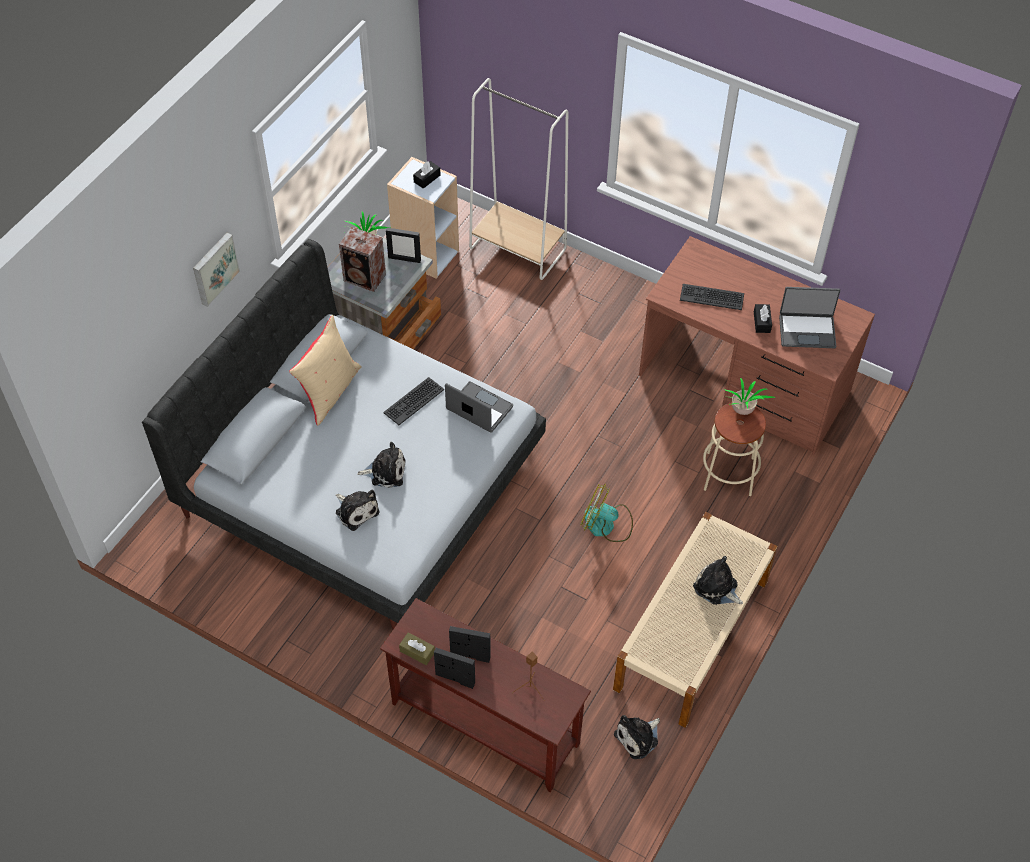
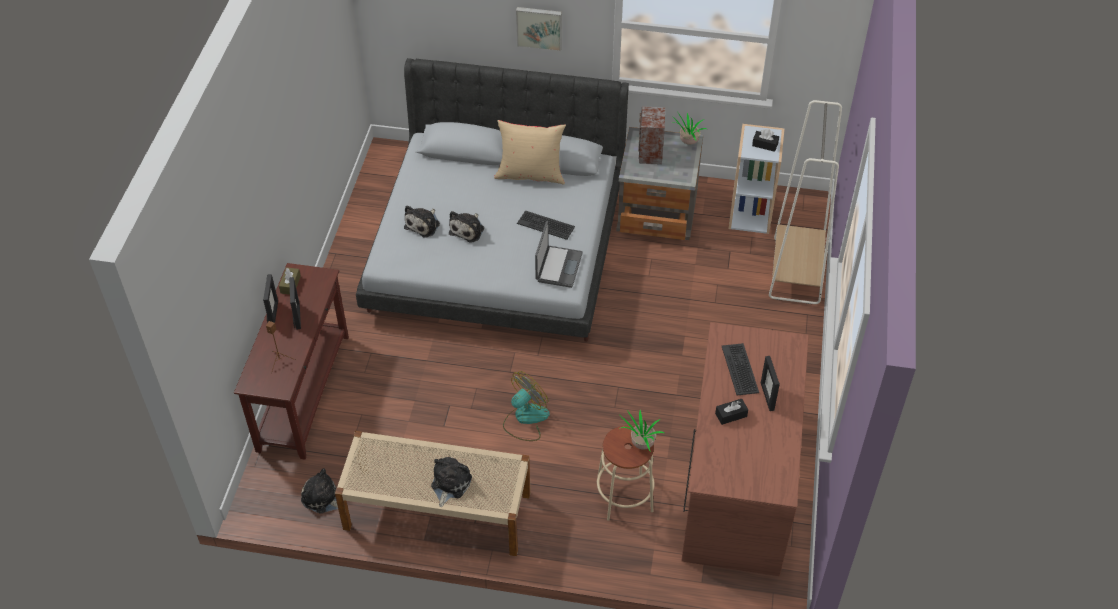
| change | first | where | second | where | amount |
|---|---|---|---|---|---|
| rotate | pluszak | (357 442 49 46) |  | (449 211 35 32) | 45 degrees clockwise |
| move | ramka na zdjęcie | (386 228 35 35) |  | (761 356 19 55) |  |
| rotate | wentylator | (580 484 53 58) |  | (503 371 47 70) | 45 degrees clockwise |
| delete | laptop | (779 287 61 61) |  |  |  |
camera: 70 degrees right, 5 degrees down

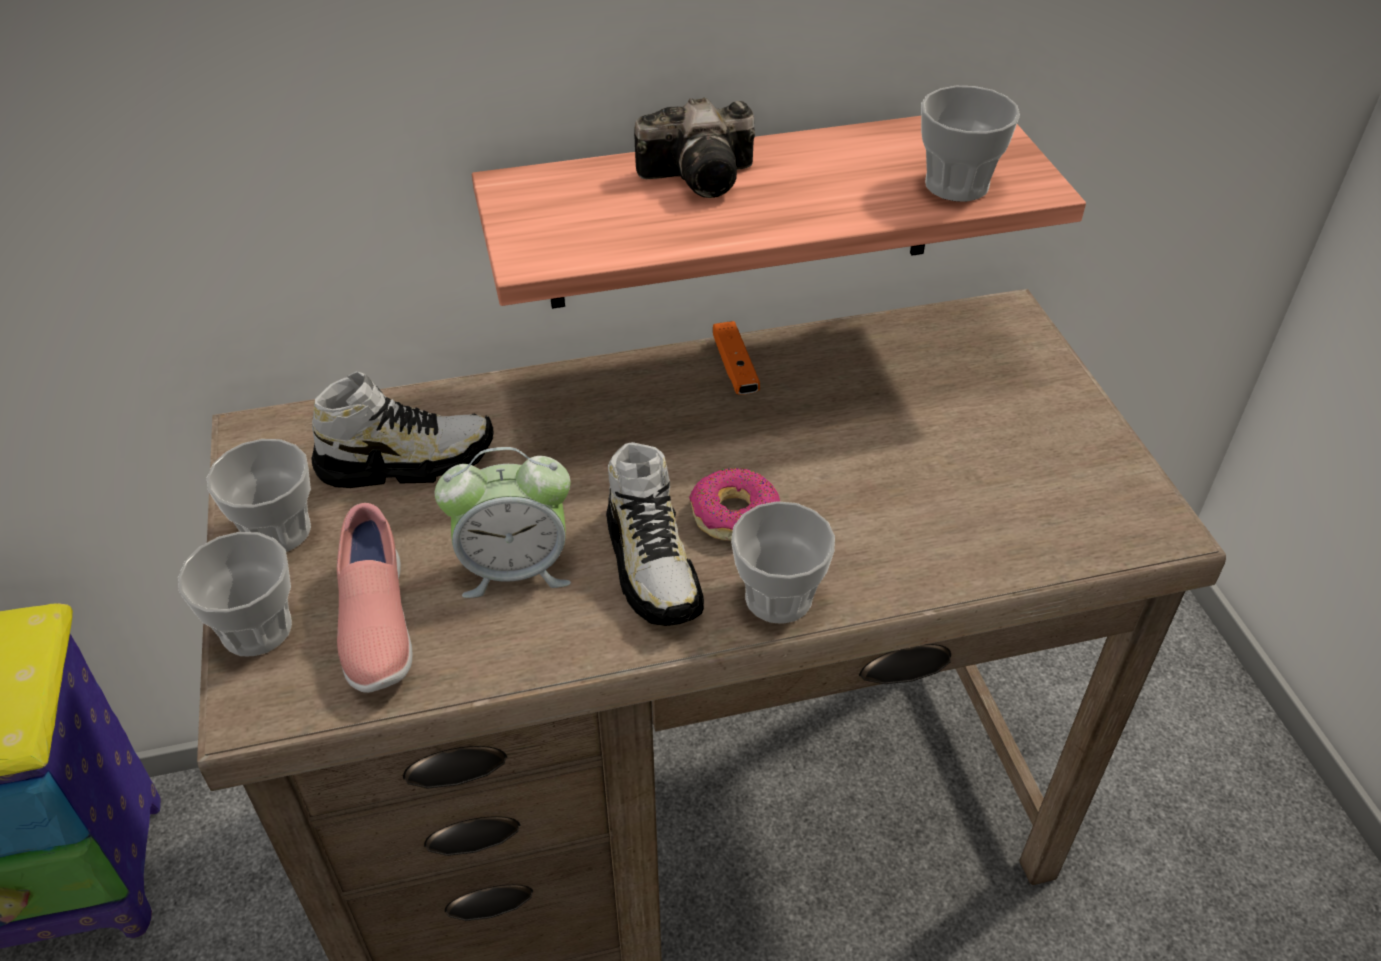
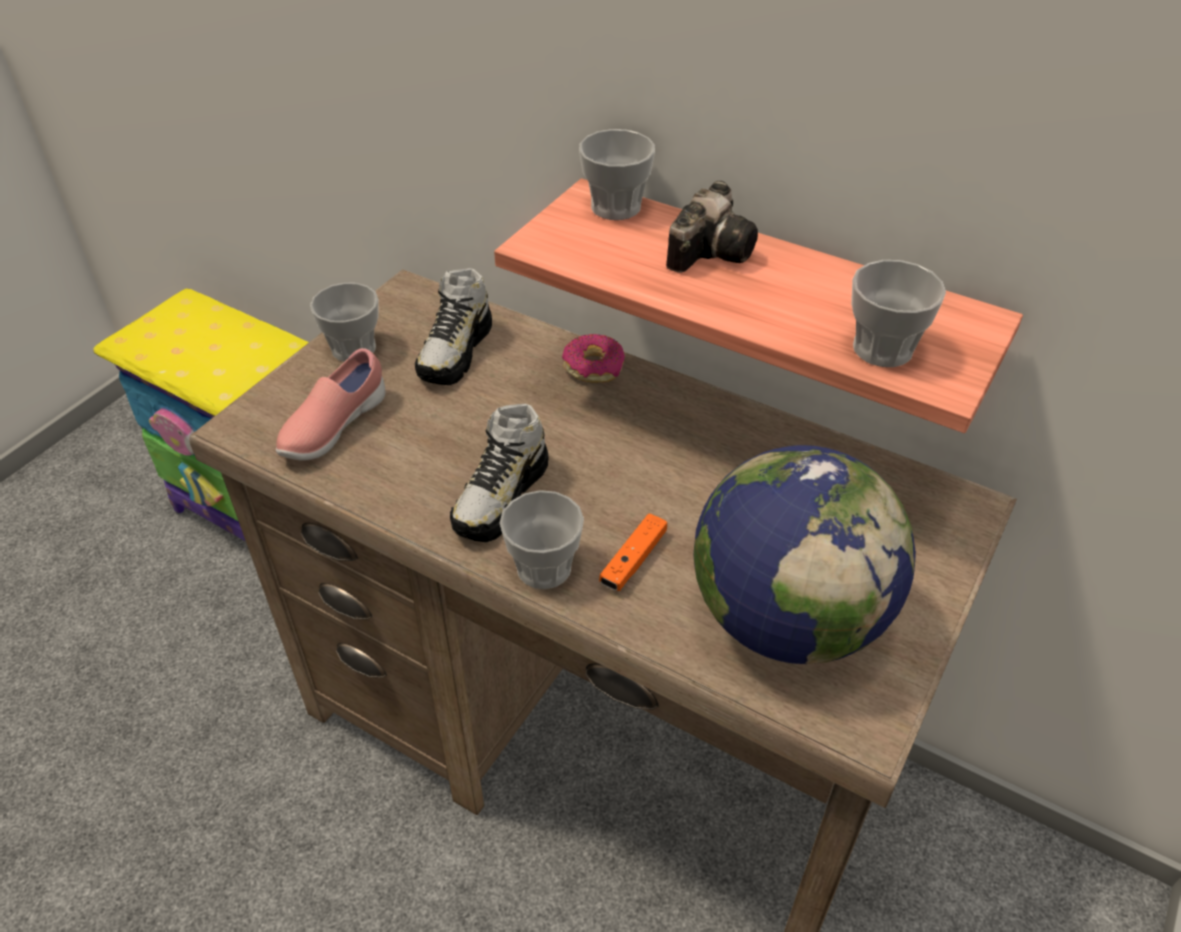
| change | first | where | second | where | amount |
|---|---|---|---|---|---|
| move | filiżanka | (178 532 114 124) |  | (579 129 76 91) |  |
| rotate | but | (311 371 183 117) |  | (415 268 77 117) | 75 degrees clockwise |
| delete | budzik | (435 447 136 151) |  |  |  |
| rotate | aparat fotograficzny | (634 98 121 100) |  | (666 181 92 92) | 90 degrees counterclockwise |
| move | donut | (689 468 91 73) |  | (562 334 63 48) |  |
| move | pad do gier [pomarańczowy] | (713 321 47 74) |  | (599 513 68 78) |  |
| insert |  |  | globus | (693 445 223 219) |  |
camera: 45 degrees right, 0 degrees up

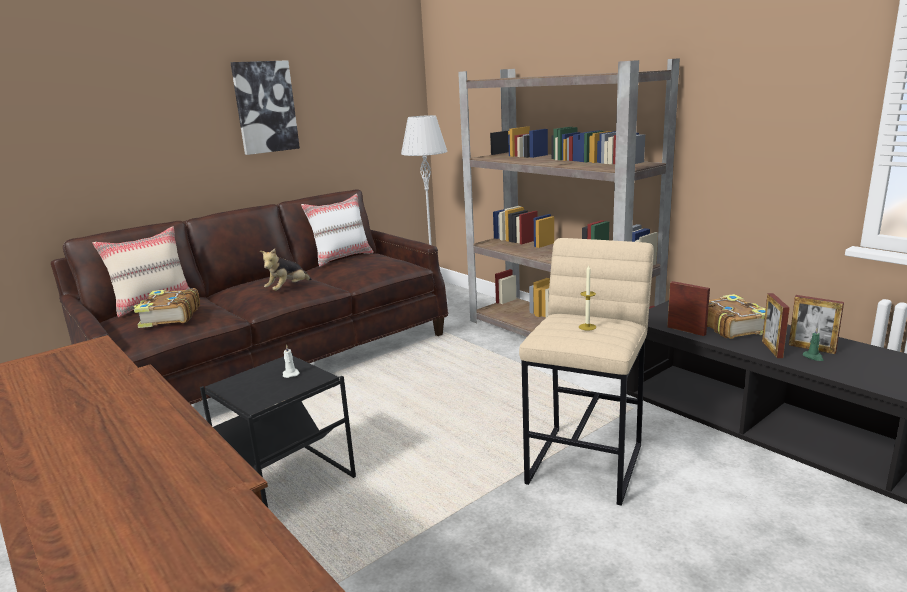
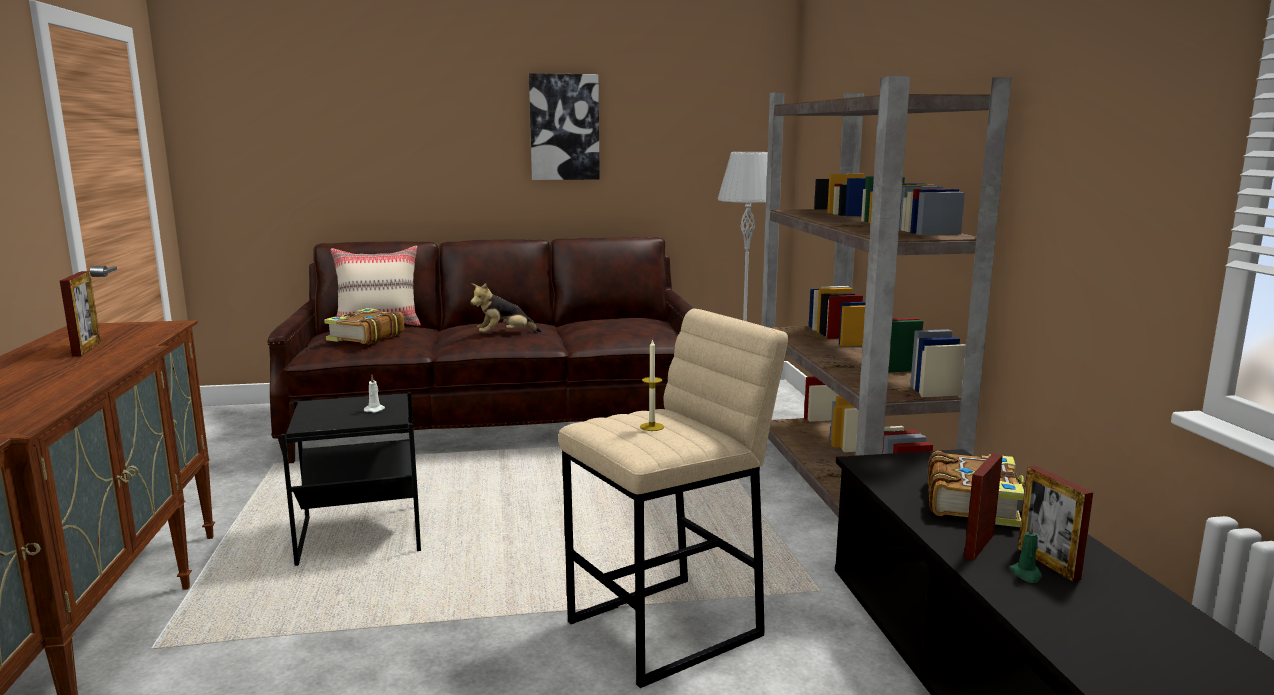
| change | first | where | second | where | amount |
|---|---|---|---|---|---|
| delete | poduszka [biały] | (301 194 73 73) |  |  |  |
| move | ramka na zdjęcie | (667 281 43 55) |  | (60 271 41 86) |  |
camera: 30 degrees right, 5 degrees down

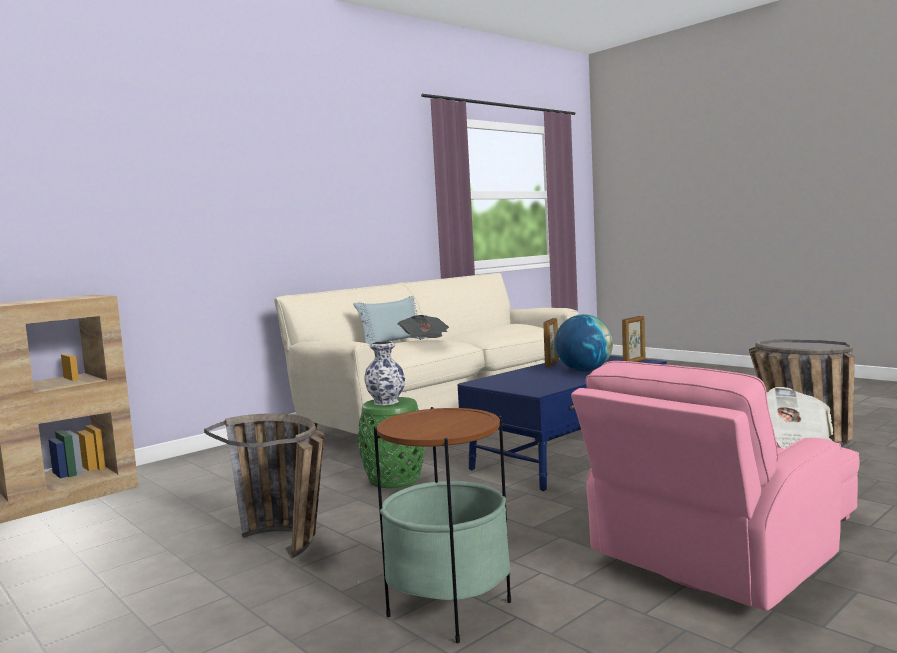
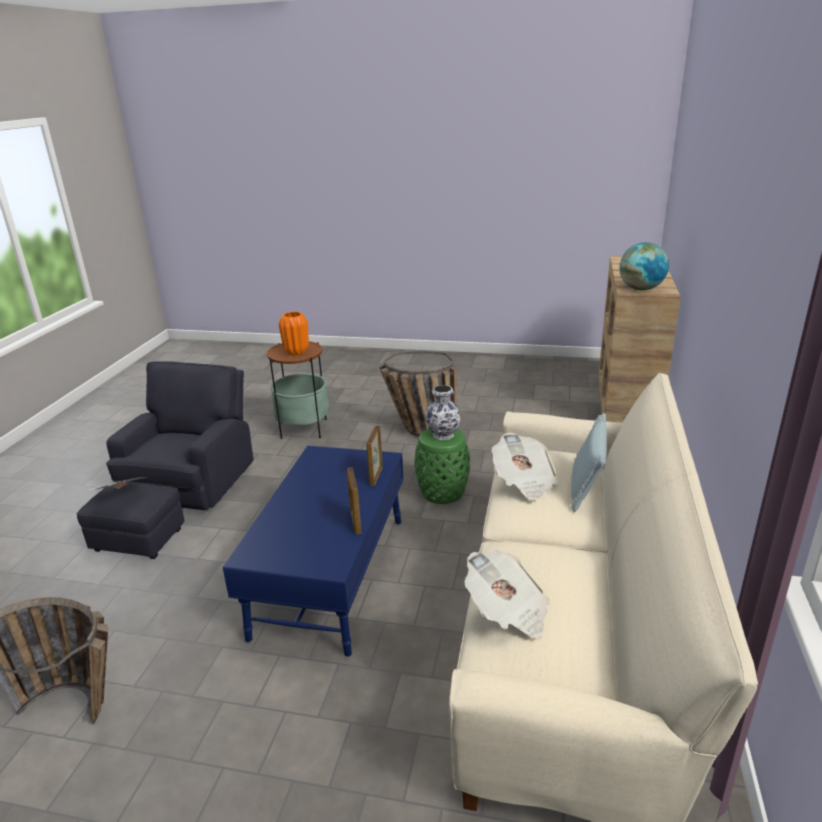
| change | first | where | second | where | amount |
|---|---|---|---|---|---|
| move | globus | (555 314 58 58) |  | (619 242 50 48) |  |
| recolor | fotel [różowy] | (571 361 289 250) | fotel [czarny] | (76 361 177 198) |  |
| move | ramka na zdjęcie | (622 316 23 46) |  | (366 426 17 60) |  |
| insert |  |  | wazon [pomarańczowy] | (279 311 30 45) |  |
| insert |  |  | gazeta | (464 550 86 89) |  |
camera: 145 degrees right, 20 degrees up

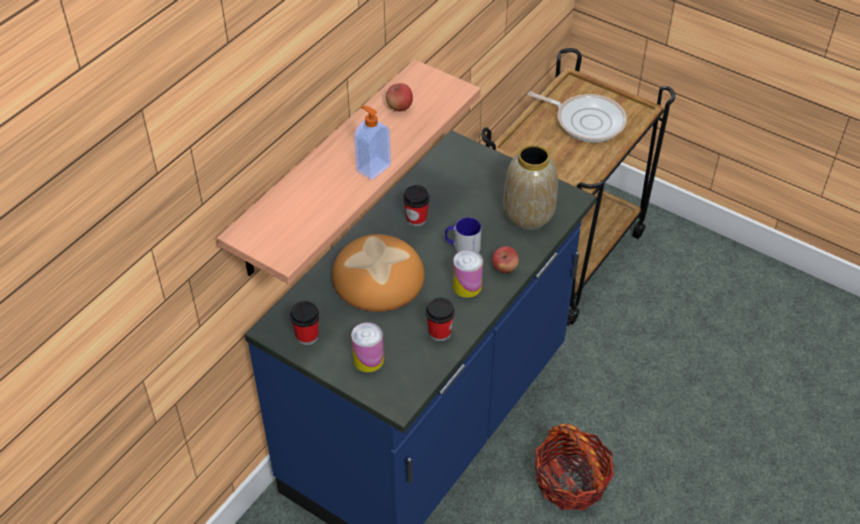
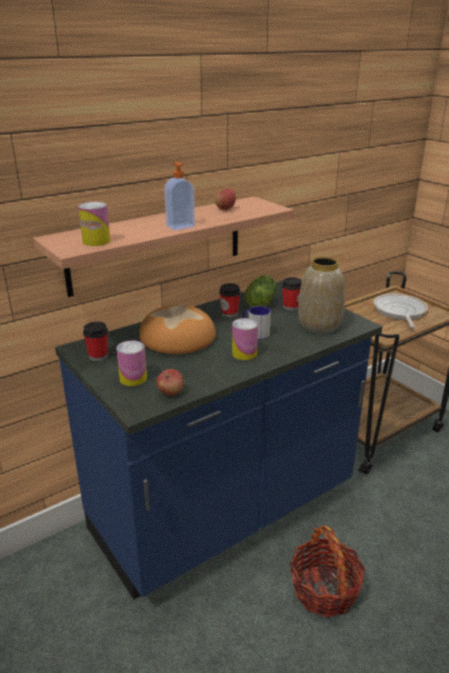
| change | first | where | second | where | amount |
|---|---|---|---|---|---|
| move | filiżanka | (426 297 29 45) |  | (282 277 20 34) |  |
| move | jabłko | (492 246 27 27) |  | (157 369 26 27) |  |
| rotate | patelnia | (528 92 99 50) |  | (373 293 55 35) | 135 degrees counterclockwise |
| insert |  |  | puszka | (78 202 32 44) |  |
| insert |  |  | sałata | (244 275 32 32) |  |
camera: 20 degrees right, 20 degrees down

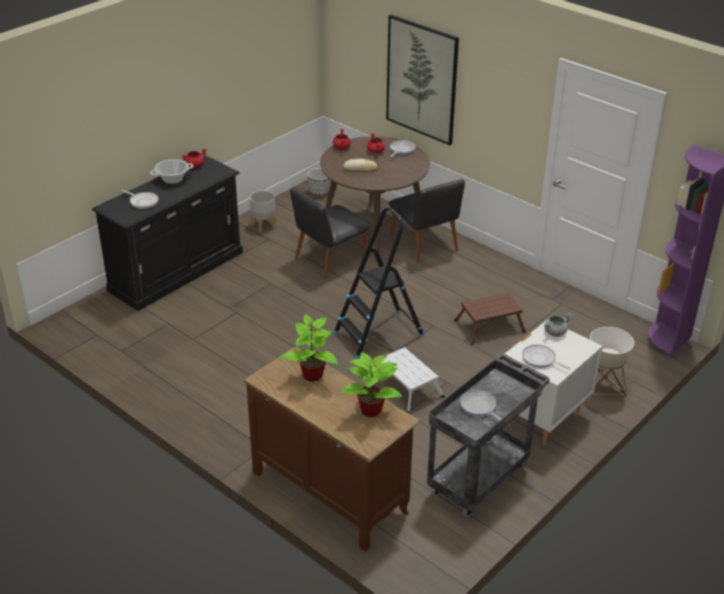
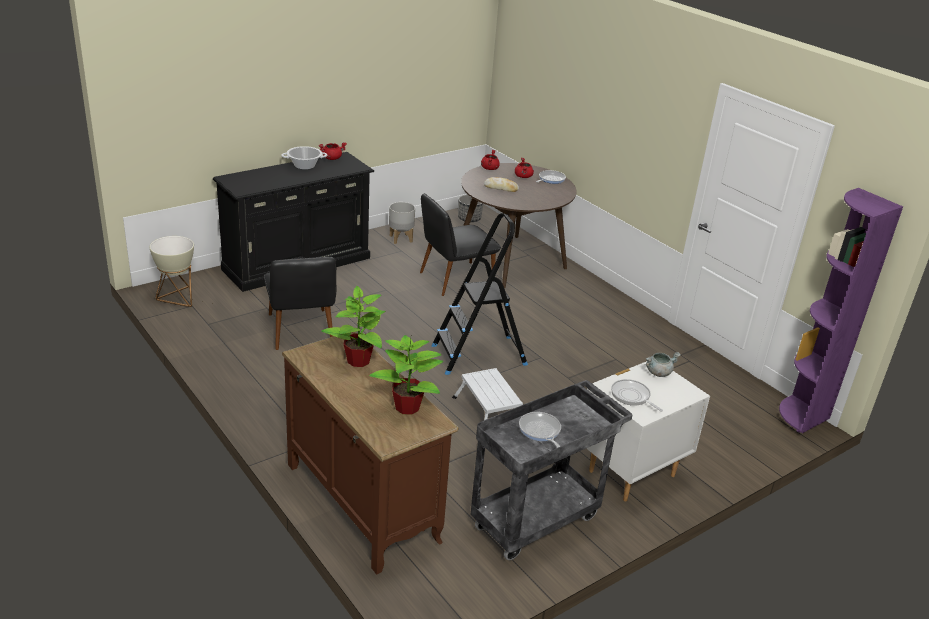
| change | first | where | second | where | amount |
|---|---|---|---|---|---|
| delete | patelnia | (121 190 38 19) |  |  |  |
| delete | obraz | (386 15 73 130) |  |  |  |
| move | krzesło [czarny] | (389 179 76 83) |  | (264 257 72 93) |  |
| delete | drabinka [brązowy] | (454 292 72 53) |  |  |  |
| move | donica | (590 327 44 69) |  | (149 236 45 71) |  |
camera: 10 degrees right, 5 degrees down

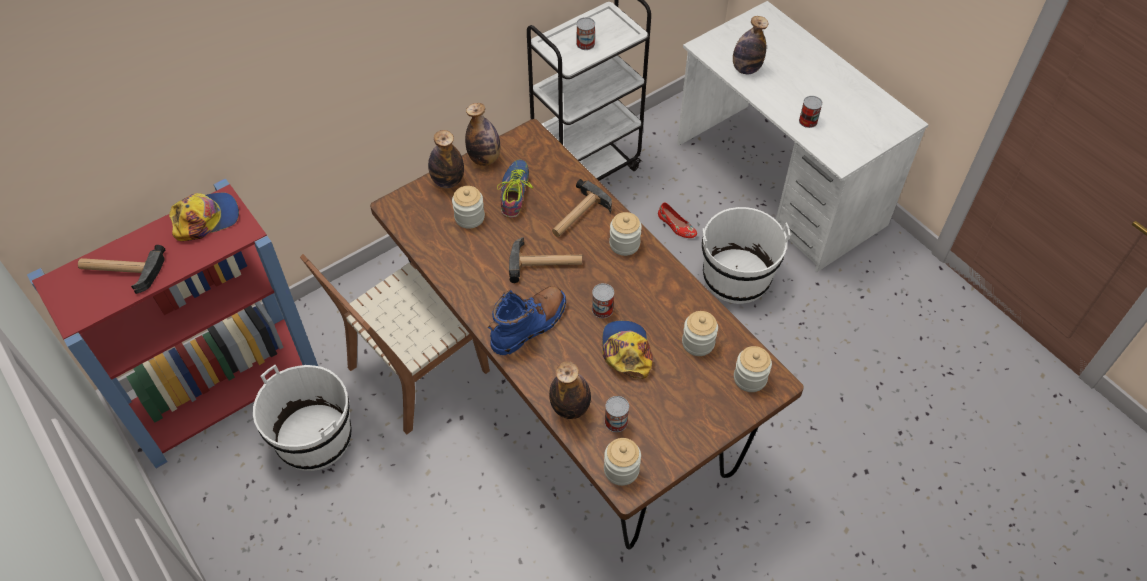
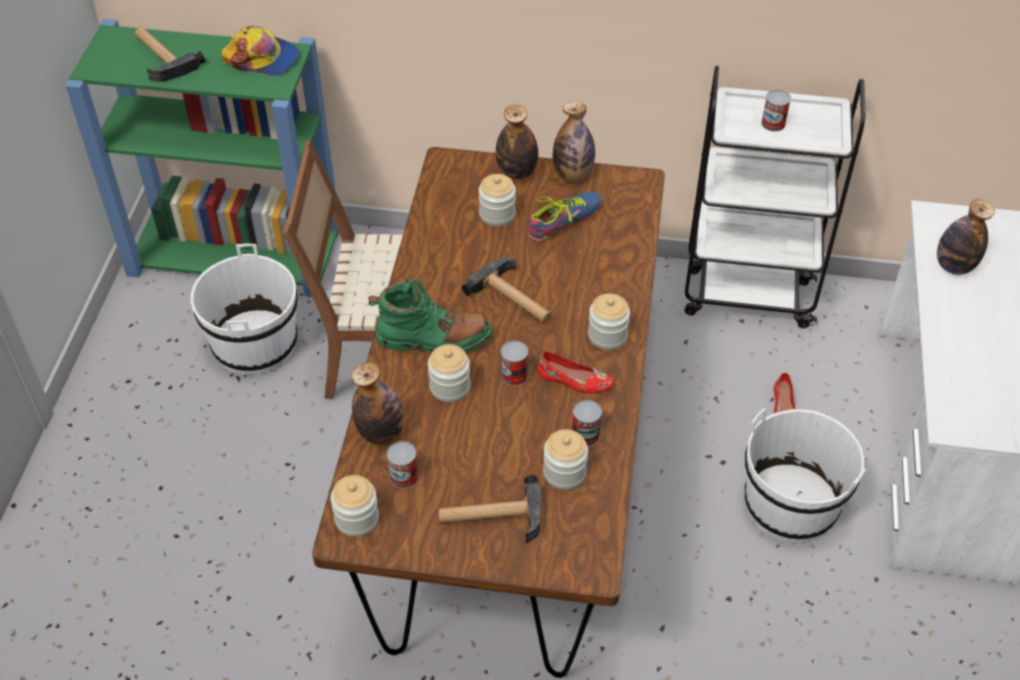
| change | first | where | second | where | amount |
|---|---|---|---|---|---|
| recolor | regał [czerwony] | (27 178 291 291) | regał [zielony] | (66 19 273 278) |  |
| recolor | but z cholewką [niebieski] | (488 286 78 69) | but z cholewką [zielony] | (368 277 124 76) |  |
| move | młotek | (552 179 60 58) |  | (439 475 102 68) |  |
| delete | czapka z daszkiem | (602 321 51 58) |  |  |  |
| move | słoik | (734 346 38 46) |  | (428 344 42 58) |  |
| move | puszka | (799 96 24 32) |  | (572 400 30 46) |  |
| insert |  |  | but [czerwony] | (537 351 77 42) |  |
camera: 45 degrees right, 5 degrees down

